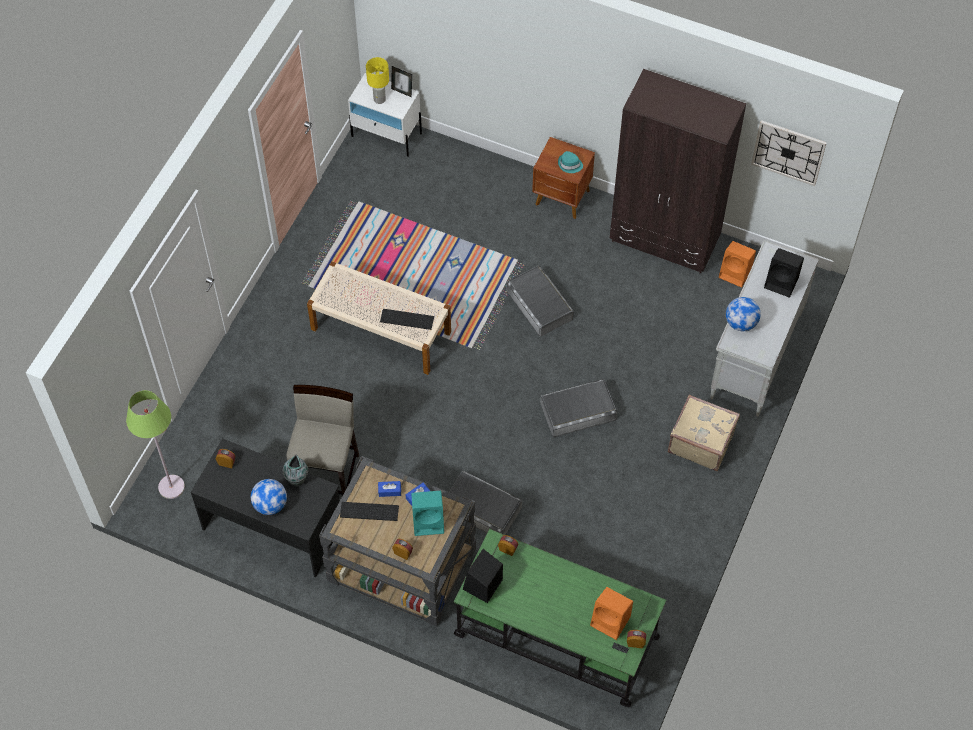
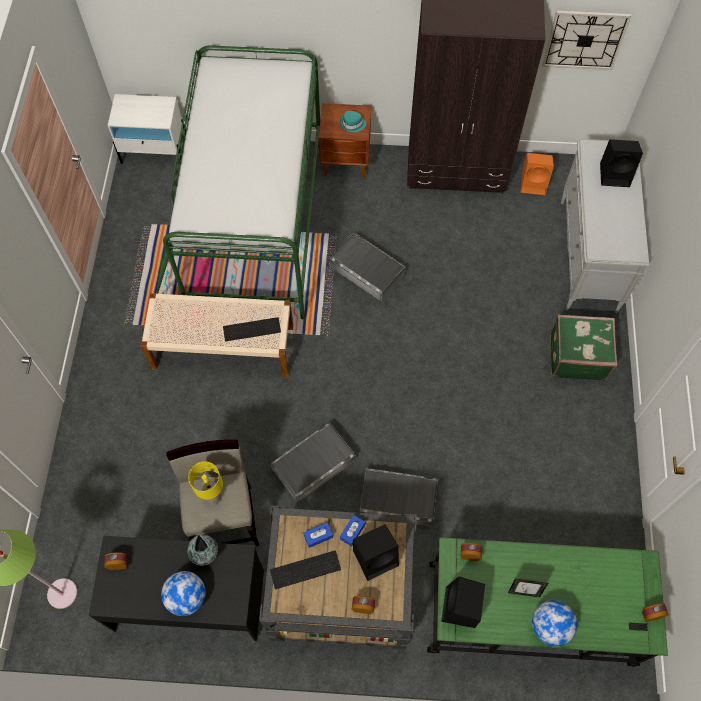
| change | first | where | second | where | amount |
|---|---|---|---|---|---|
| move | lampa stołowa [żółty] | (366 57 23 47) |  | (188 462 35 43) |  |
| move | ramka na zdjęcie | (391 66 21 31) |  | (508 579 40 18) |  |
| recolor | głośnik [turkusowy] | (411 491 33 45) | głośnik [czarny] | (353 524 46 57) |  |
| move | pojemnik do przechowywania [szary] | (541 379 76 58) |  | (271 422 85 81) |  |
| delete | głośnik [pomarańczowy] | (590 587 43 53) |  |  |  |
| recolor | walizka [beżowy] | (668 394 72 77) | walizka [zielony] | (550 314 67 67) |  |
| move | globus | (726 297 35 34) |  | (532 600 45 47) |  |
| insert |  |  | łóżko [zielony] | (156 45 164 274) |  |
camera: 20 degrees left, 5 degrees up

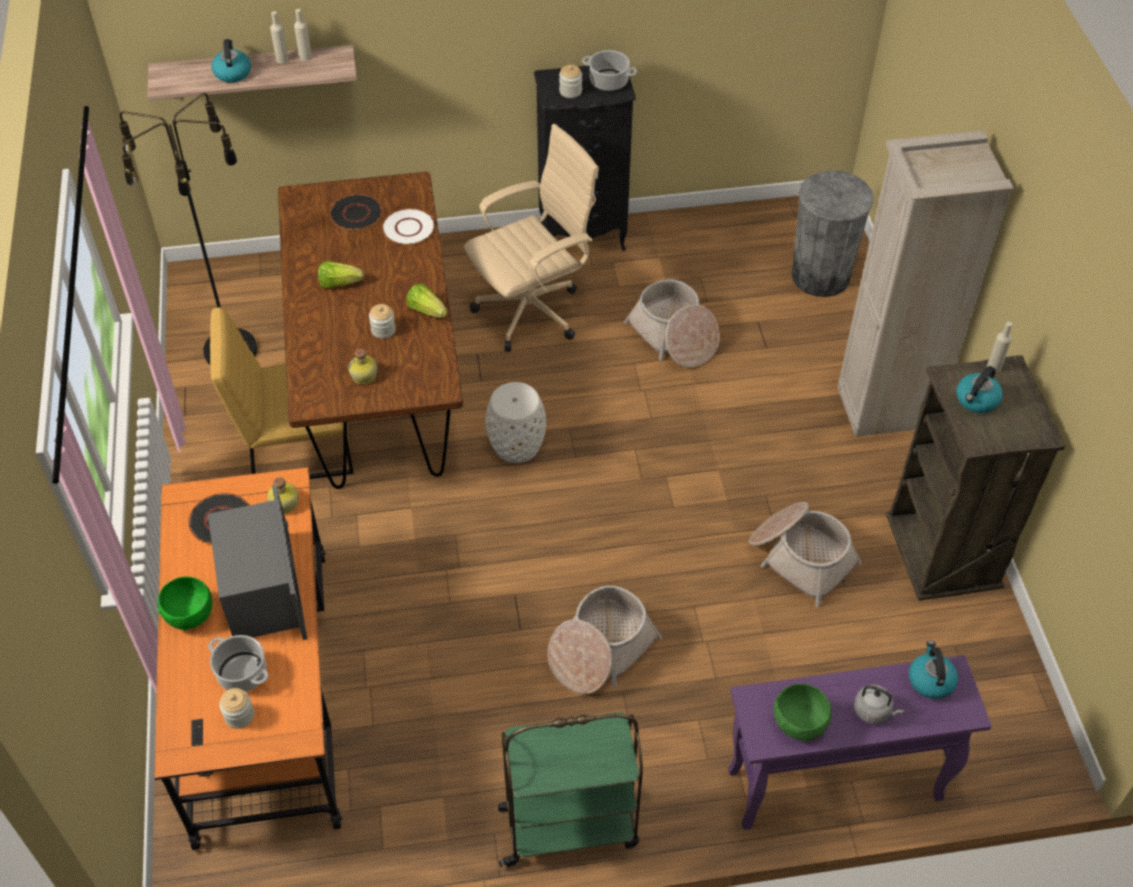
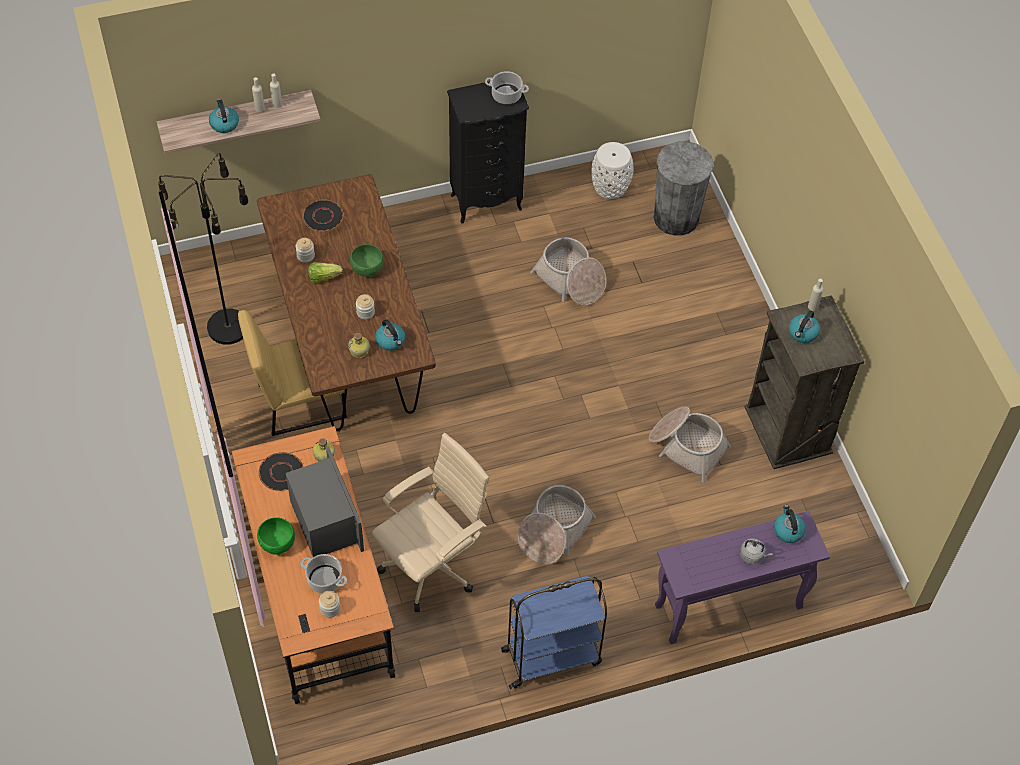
| change | first | where | second | where | amount |
|---|---|---|---|---|---|
| delete | talerz [biały] | (382 208 53 37) |  |  |  |
| delete | sałata | (407 284 40 34) |  |  |  |
| move | krzesło biurowe [beżowy] | (464 124 135 228) |  | (372 433 117 179) |  |
| move | stołek [biały] | (485 382 61 81) |  | (591 142 43 57) |  |
| recolor | wózek [zielony] | (498 712 145 155) | wózek [niebieski] | (501 576 106 113) |  |
| move | słoik | (559 65 23 33) |  | (296 238 19 25) |  |
| move | miska [zielony] | (774 684 58 58) |  | (350 244 34 33) |  |
| delete | szafka [beżowy] | (838 130 176 307) |  |  |  |
| insert |  |  | czajnik | (375 319 30 32) |  |
camera: 10 degrees left, 5 degrees up

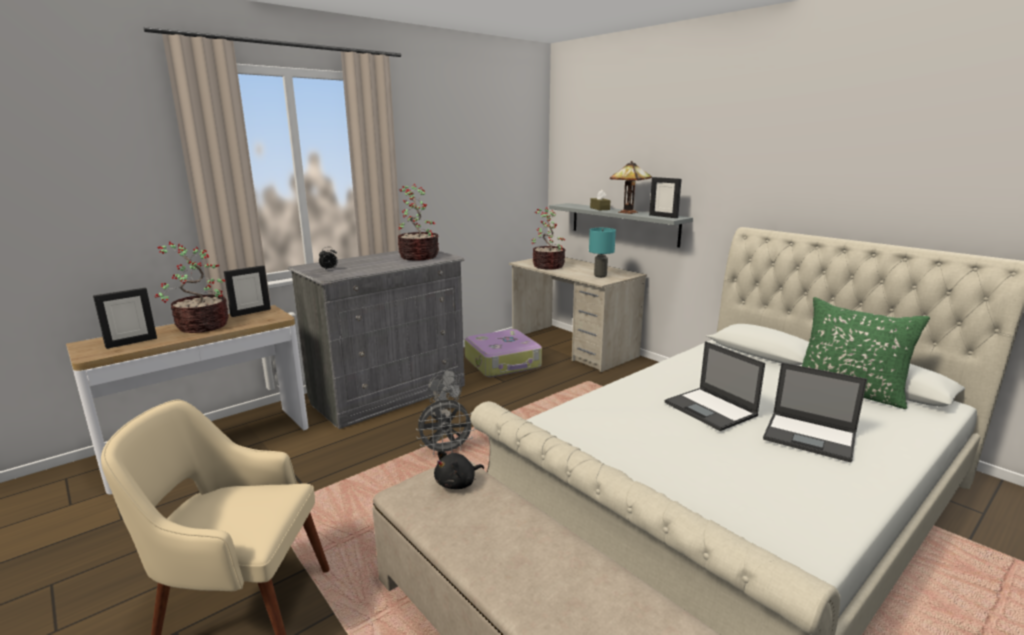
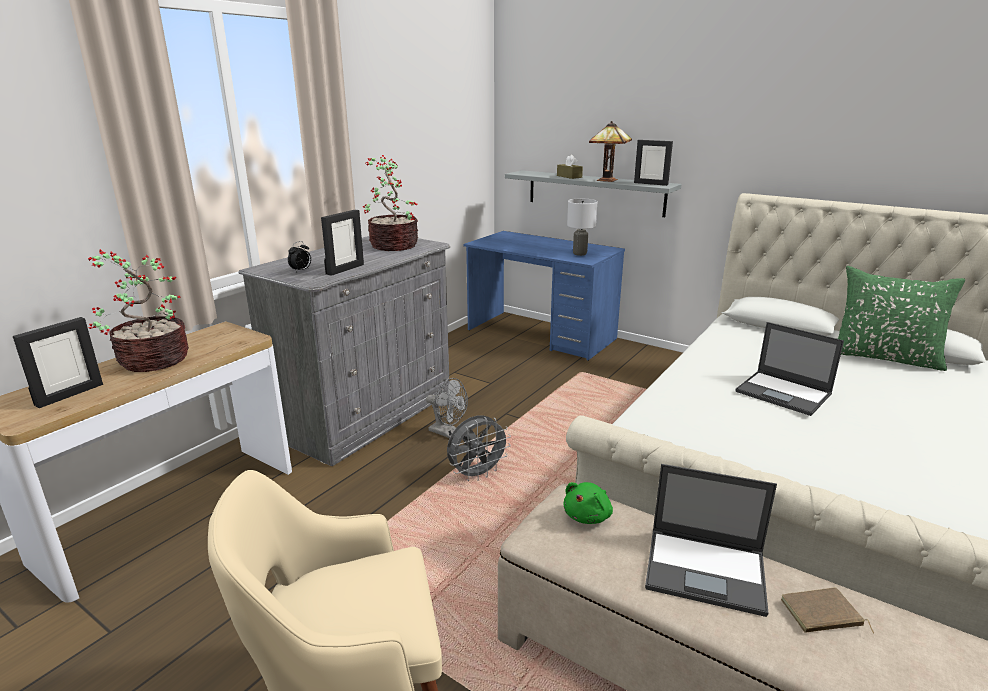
| change | first | where | second | where | amount |
|---|---|---|---|---|---|
| move | ramka na zdjęcie | (224 265 47 52) |  | (321 210 43 66) |  |
| recolor | pluszak [czarny] | (434 451 50 38) | pluszak [zielony] | (563 482 50 42) |  |
| delete | walizka | (464 329 78 48) |  |  |  |
| recolor | biurko [beżowy] | (509 257 138 115) | biurko [niebieski] | (463 231 162 130) |  |
| delete | roślina doniczkowa | (531 207 34 63) |  |  |  |
| recolor | lampa stołowa [turkusowy] | (589 228 27 50) | lampa stołowa [biały] | (567 199 30 57) |  |
| move | laptop | (763 362 104 100) |  | (645 464 132 153) |  |
| insert |  |  | książka [brązowy] | (781 587 93 46) |  |
camera: 15 degrees left, 5 degrees up

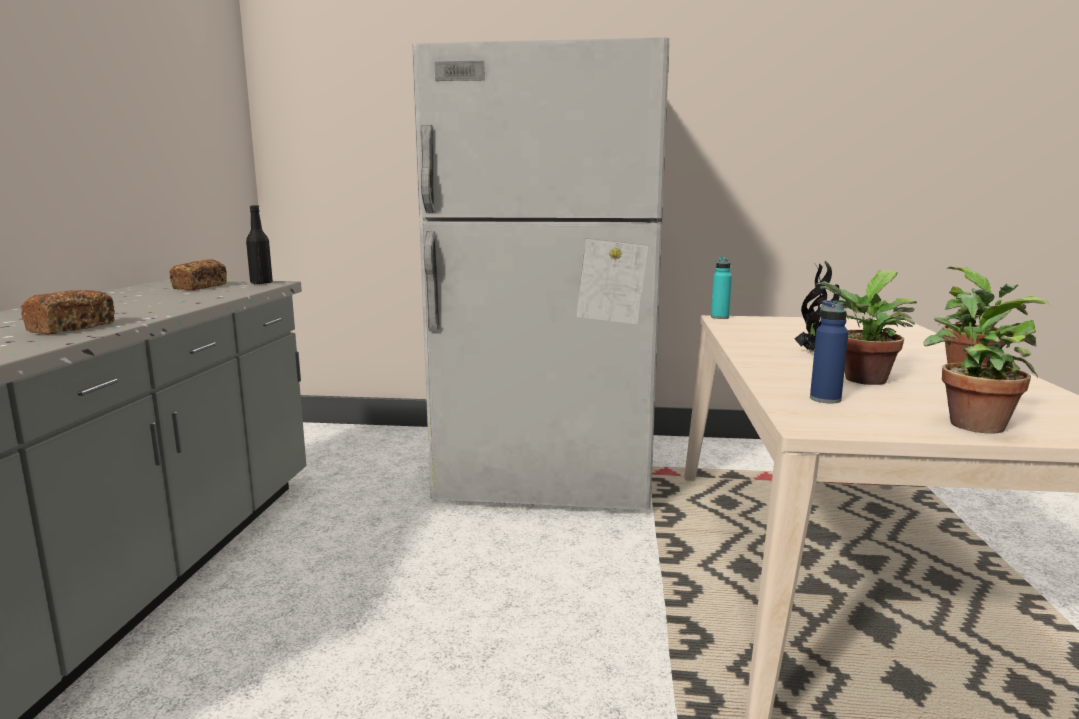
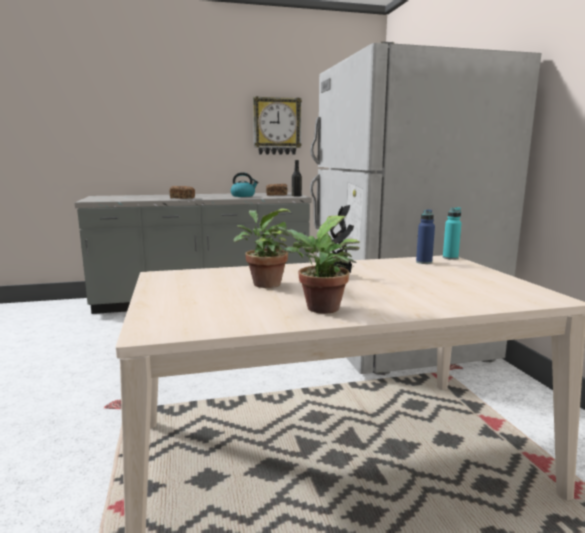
| change | first | where | second | where | amount |
|---|---|---|---|---|---|
| move | butelka [niebieski] | (810 300 39 103) |  | (416 209 19 55) |  |
| delete | roślina doniczkowa | (923 294 127 140) |  |  |  |
| insert |  |  | czajnik | (231 172 28 25) |  |
| insert |  |  | zegar ścienny | (253 96 49 59) |  |
camera: 70 degrees right, 0 degrees up

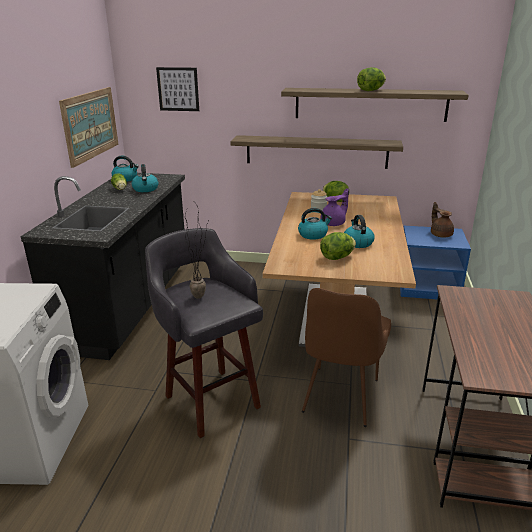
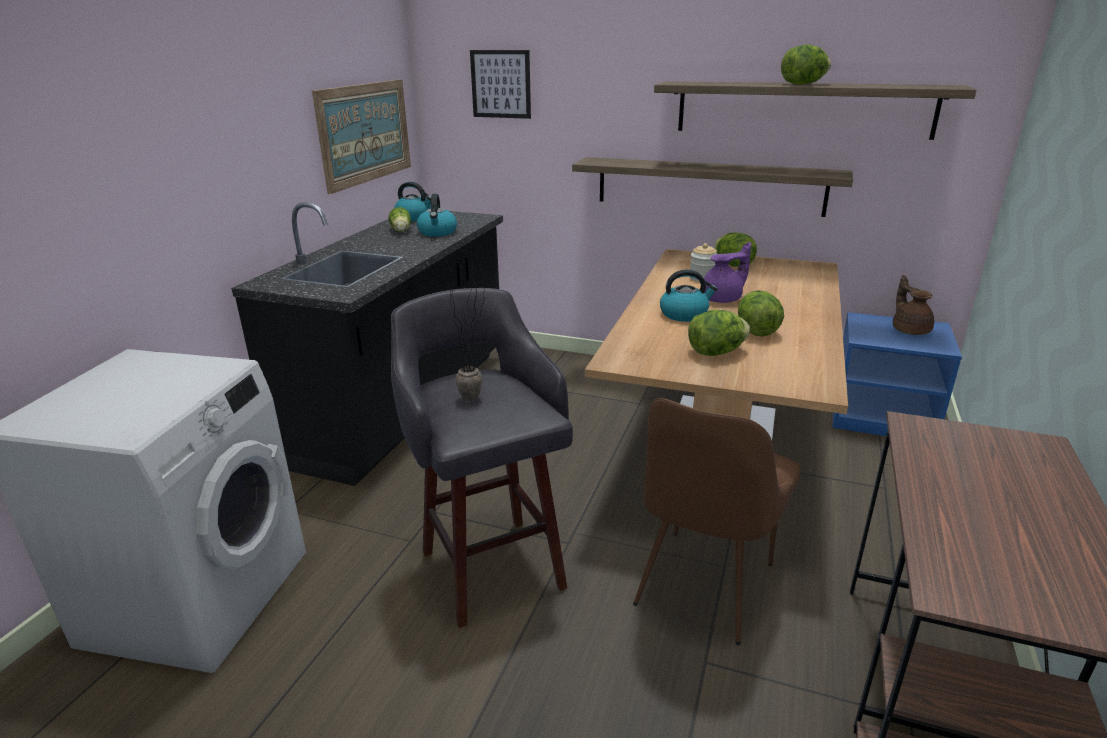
| change | first | where | second | where | amount |
|---|---|---|---|---|---|
| replace | czajnik | (344 215 31 33) | sałata | (738 290 46 47) |  |
camera: 10 degrees right, 0 degrees up

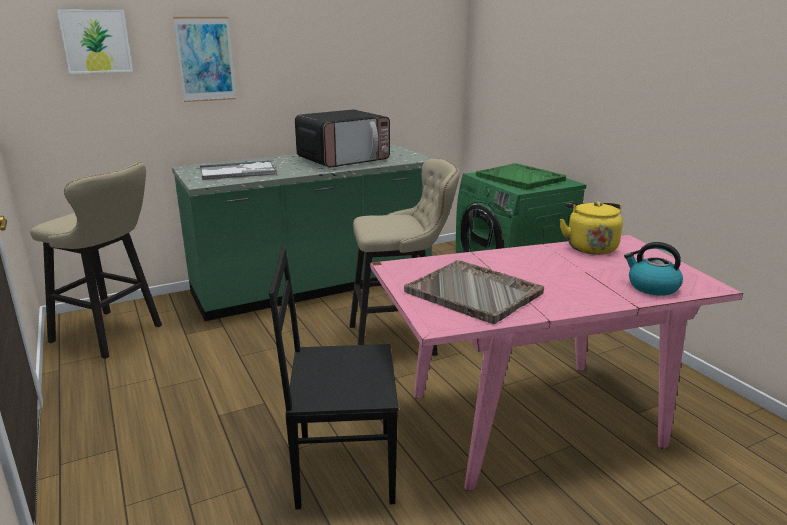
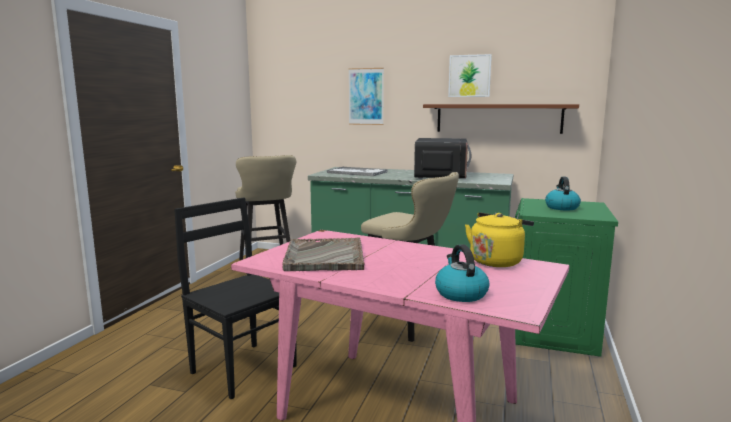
| change | first | where | second | where | amount |
|---|---|---|---|---|---|
| move | obraz | (57 10 76 64) |  | (448 54 44 43) |  |
| rotate | mikrofalówka | (295 110 95 58) |  | (414 138 57 41) | 90 degrees counterclockwise |
| replace | taca [zielony] | (476 163 90 27) | czajnik | (545 177 36 33) |  |
| insert |  |  | półka [brązowy] | (423 104 156 30) |  |
camera: 45 degrees right, 10 degrees down

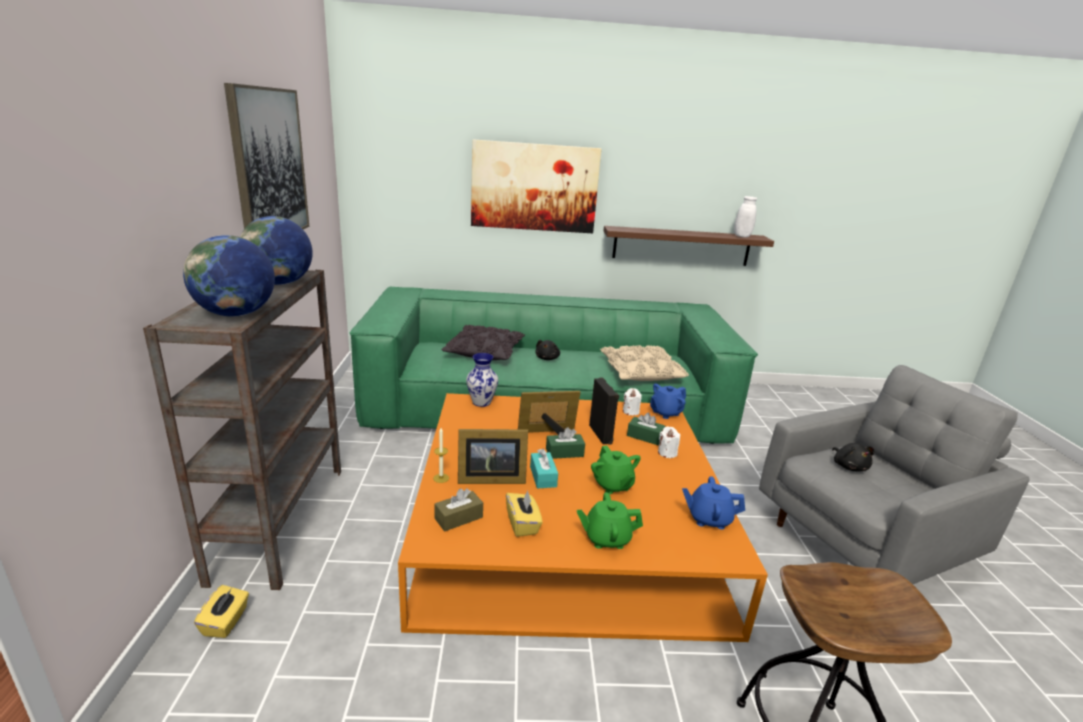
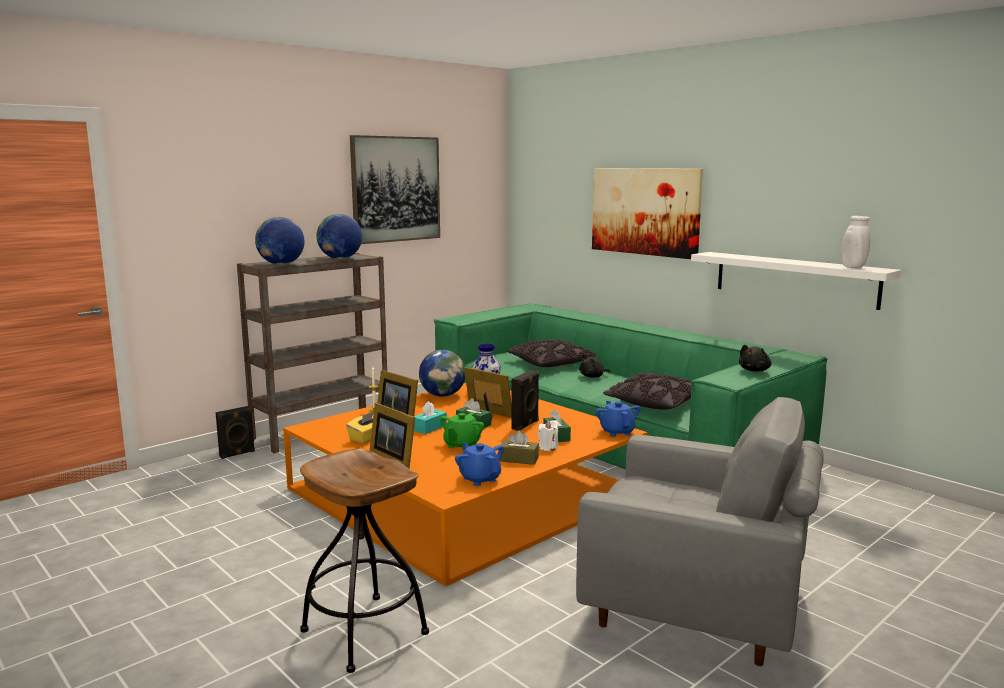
| change | first | where | second | where | amount |
|---|---|---|---|---|---|
| replace | pudełko chusteczek [żółty] | (194 585 55 53) | głośnik [czarny] | (216 406 39 53) |  |
| move | pudełko chusteczek [brązowy] | (434 488 49 44) |  | (499 430 40 35) |  |
| replace | imbryk [zielony] | (577 492 66 57) | ramka na zdjęcie | (370 403 45 66) |  |
| recolor | poduszka [beżowy] | (600 345 89 36) | poduszka [czarny] | (603 372 88 38) |  |
| recolor | półka [brązowy] | (604 226 170 40) | półka [biały] | (691 252 210 58) |  |
| delete | świeca [biały] | (623 388 19 28) |  |  |  |
| rotate | imbryk [niebieski] | (650 384 36 35) |  | (595 401 45 36) | 60 degrees clockwise |
| move | pluszak [czarny] | (832 443 43 29) |  | (739 345 33 26) |  |
| insert |  |  | globus | (419 350 46 47) |  |
camera: 50 degrees right, 10 degrees down

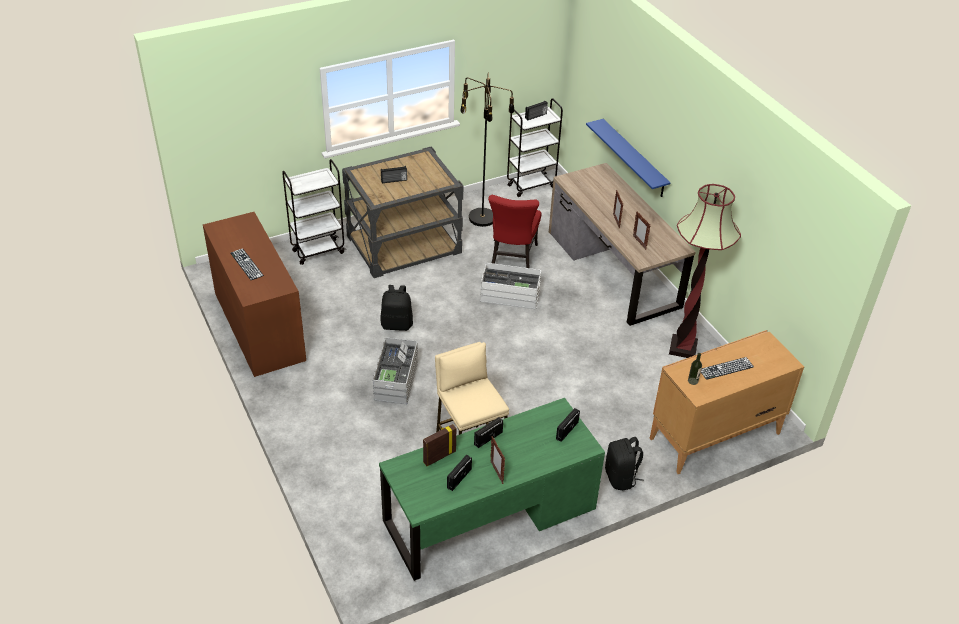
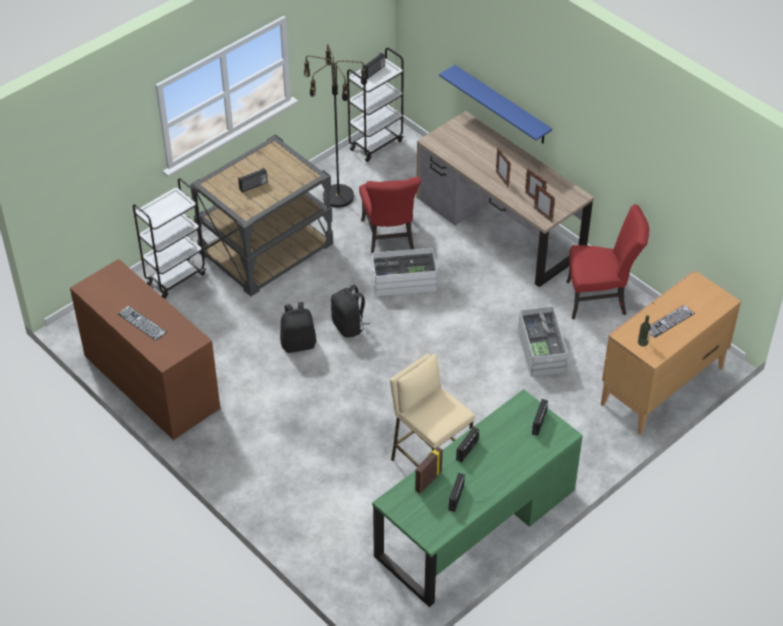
| change | first | where | second | where | amount |
|---|---|---|---|---|---|
| move | pojemnik do przechowywania [szary] | (373 337 45 67) |  | (518 306 50 71) |  |
| move | ramka na zdjęcie | (490 436 15 48) |  | (534 184 21 38) |  |
| move | plecak [czarny] | (605 437 38 53) |  | (331 285 39 52) |  |
| replace | lampa stojąca | (669 184 72 174) | krzesło [czerwony] | (567 205 82 114) |  |
camera: 15 degrees left, 5 degrees up

